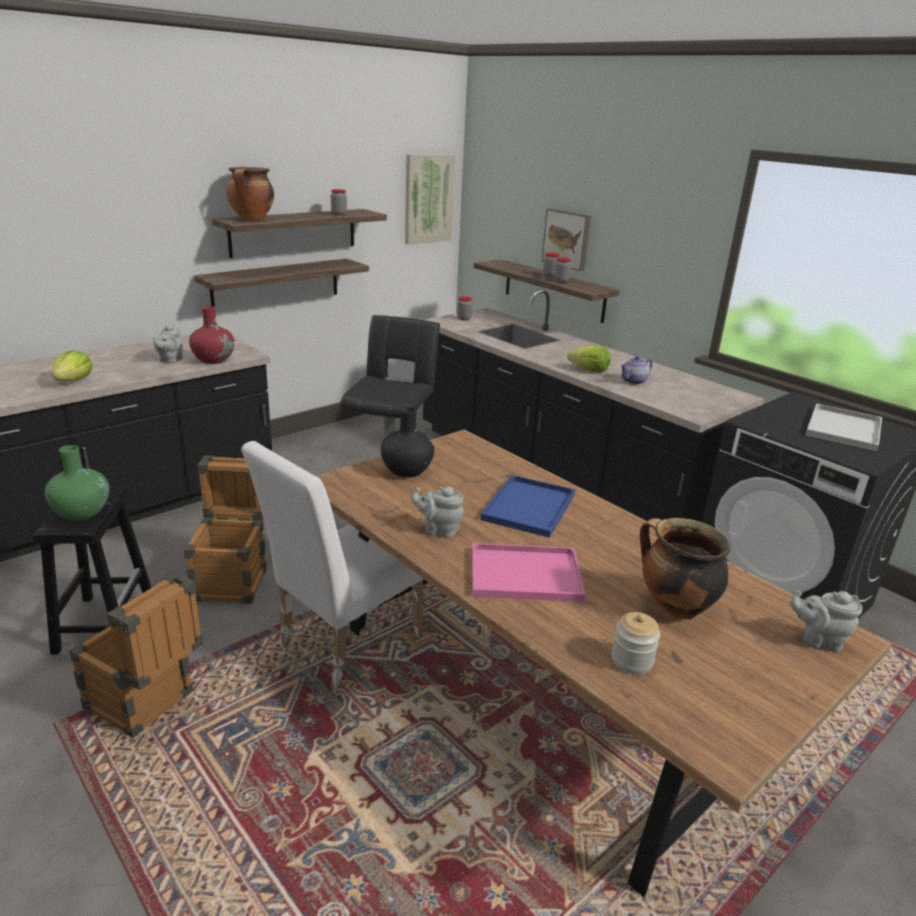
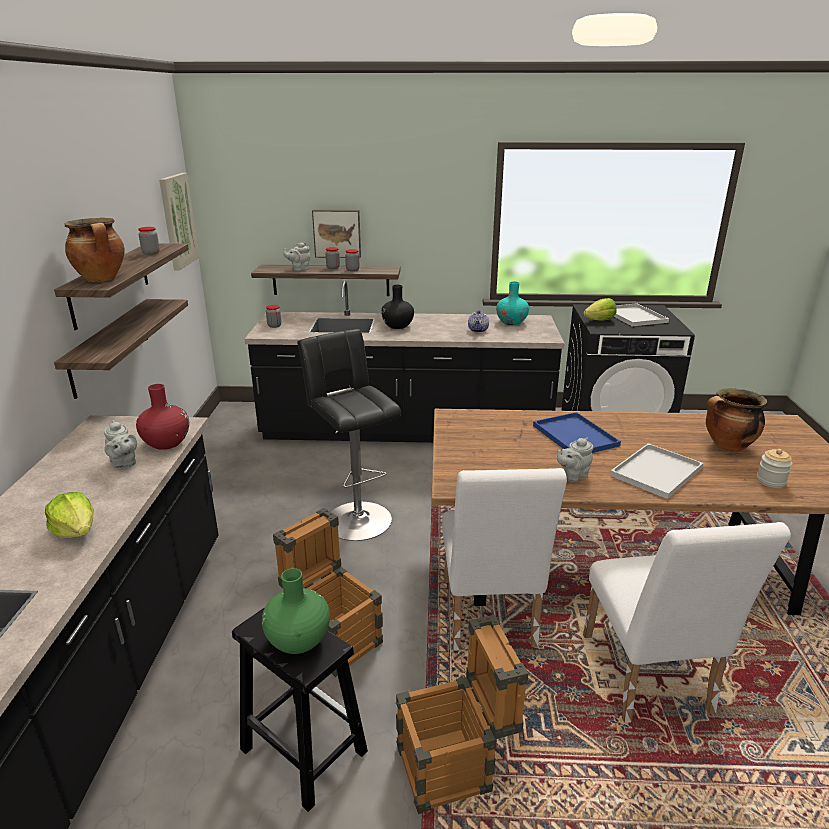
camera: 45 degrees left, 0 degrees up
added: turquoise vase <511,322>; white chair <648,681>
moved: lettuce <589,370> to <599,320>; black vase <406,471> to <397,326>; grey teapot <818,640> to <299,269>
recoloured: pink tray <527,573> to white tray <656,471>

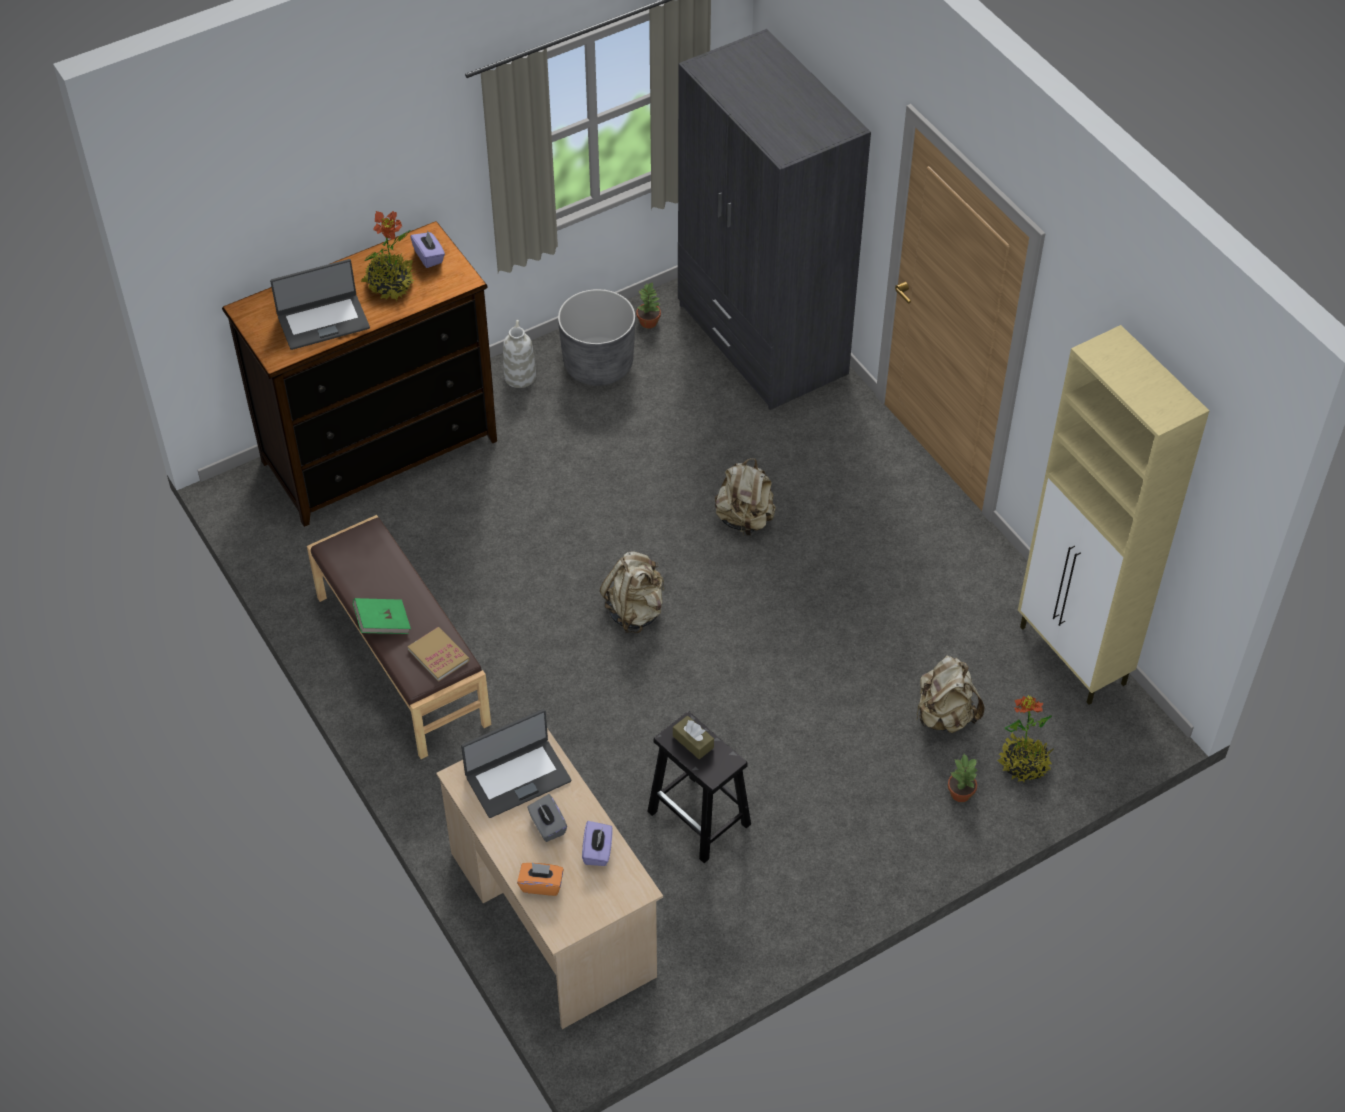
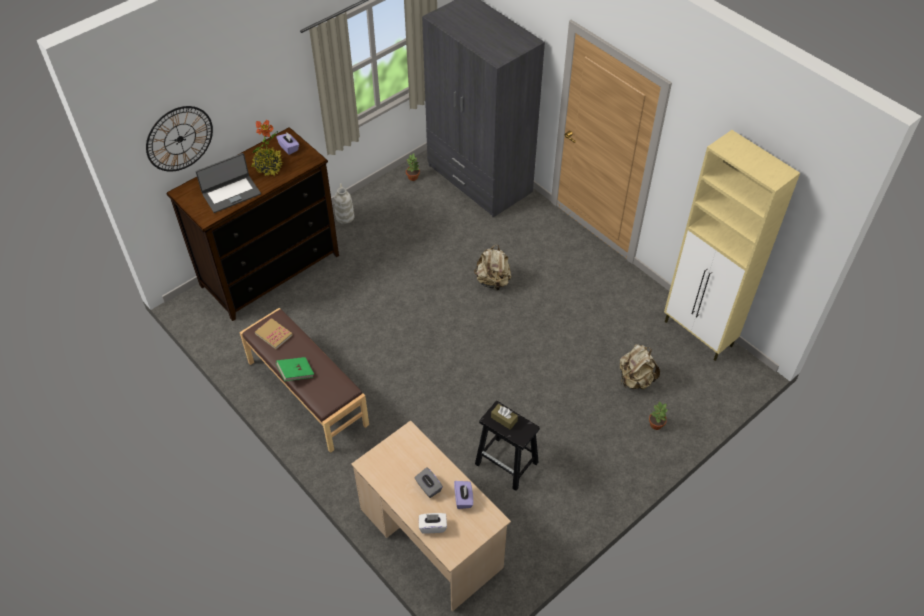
camera: 10 degrees left, 0 degrees up
removed: grey planter <598,364>; beige backpack <635,611>; potted plant <1024,763>; laptop <517,778>
added: wall clock <179,139>
moved: book <438,655> to <274,334>
recoloured: orange tissue box <541,885> to white tissue box <433,526>

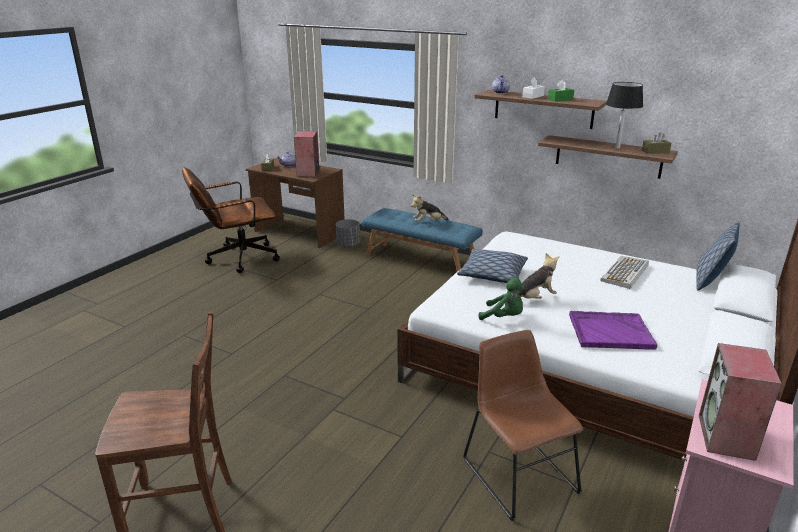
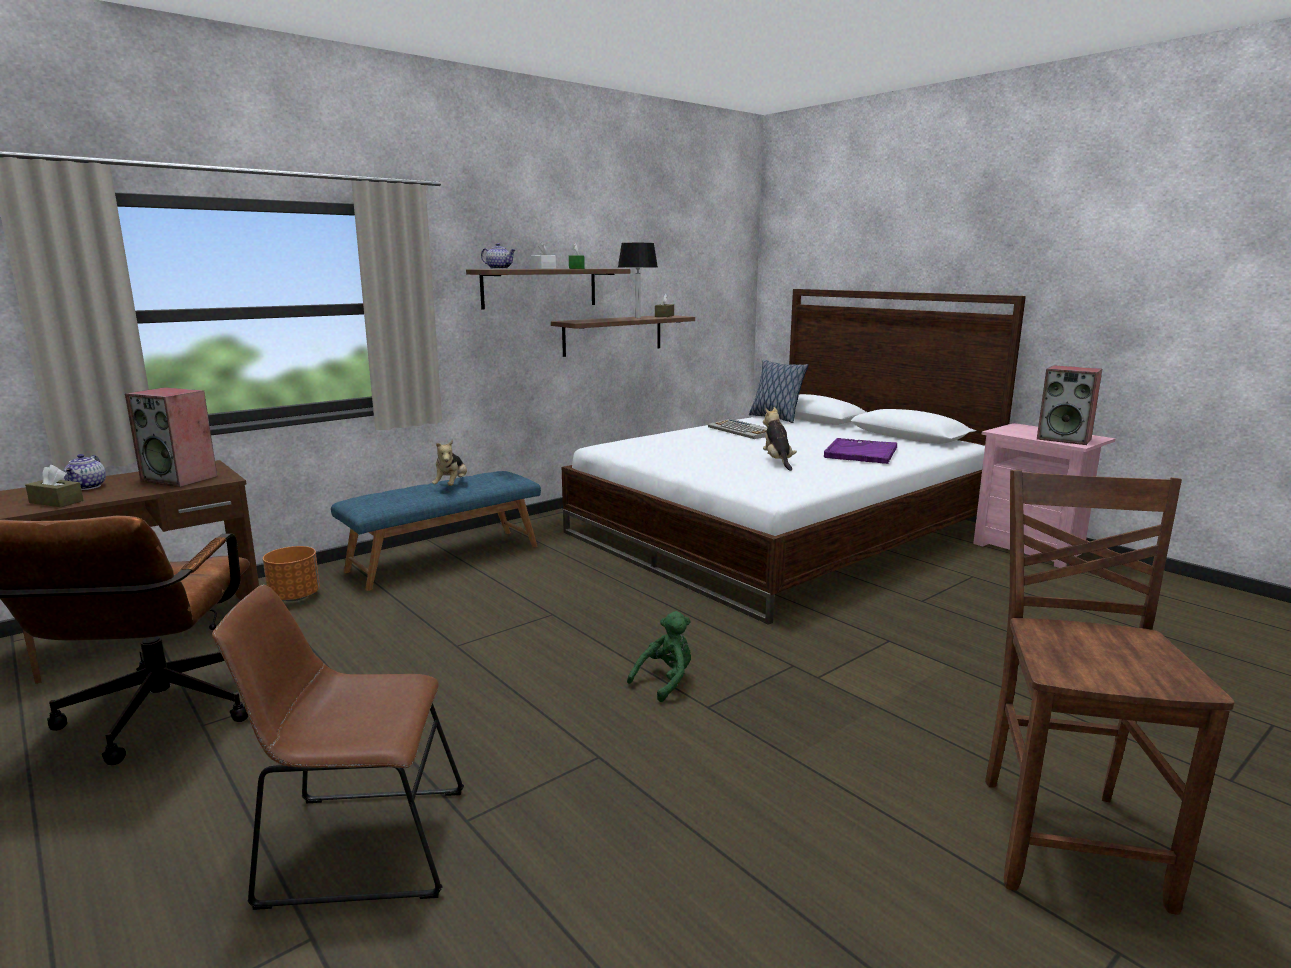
camera: 70 degrees left, 10 degrees down
removed: pillow <492,274>
moved: green plush toy <504,317> to <665,681>; brown chair <516,472> to <356,845>
recoloured: grey planter <348,244> to orange planter <294,597>

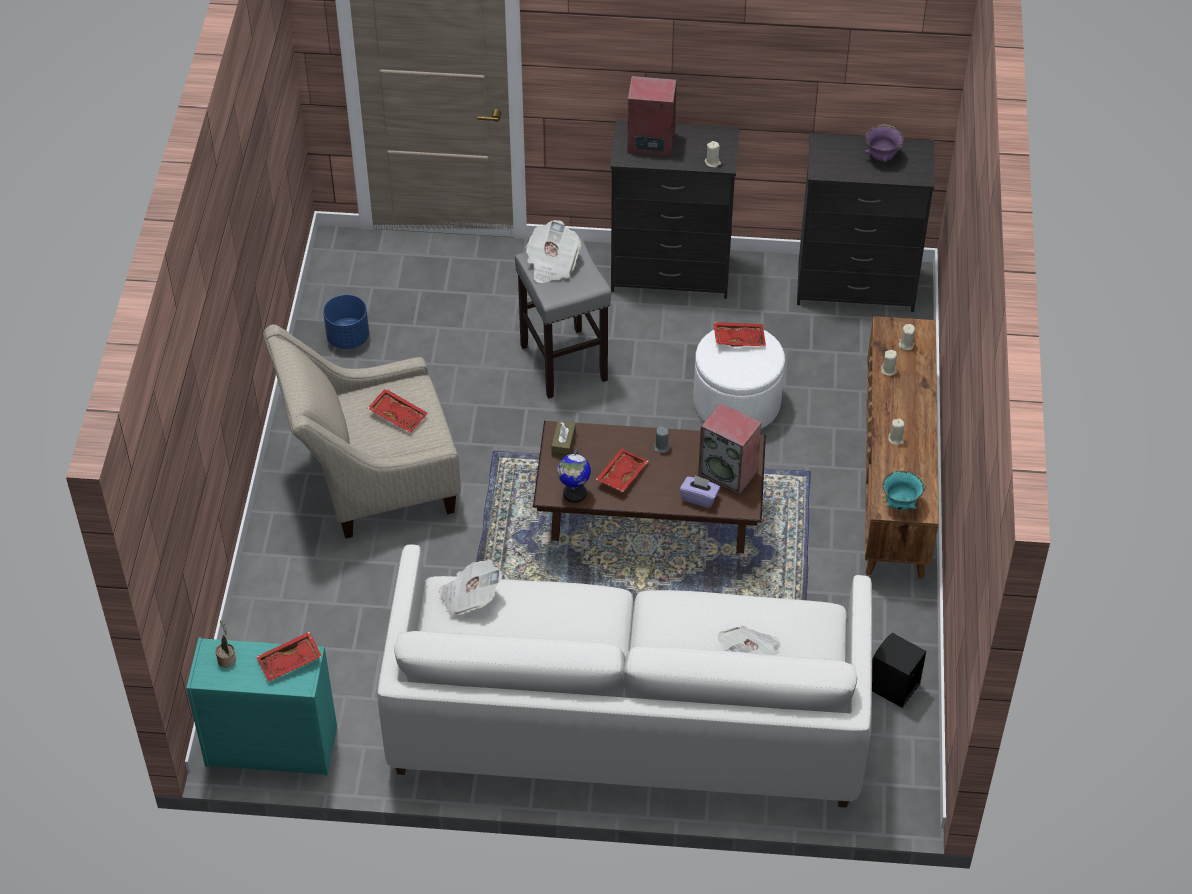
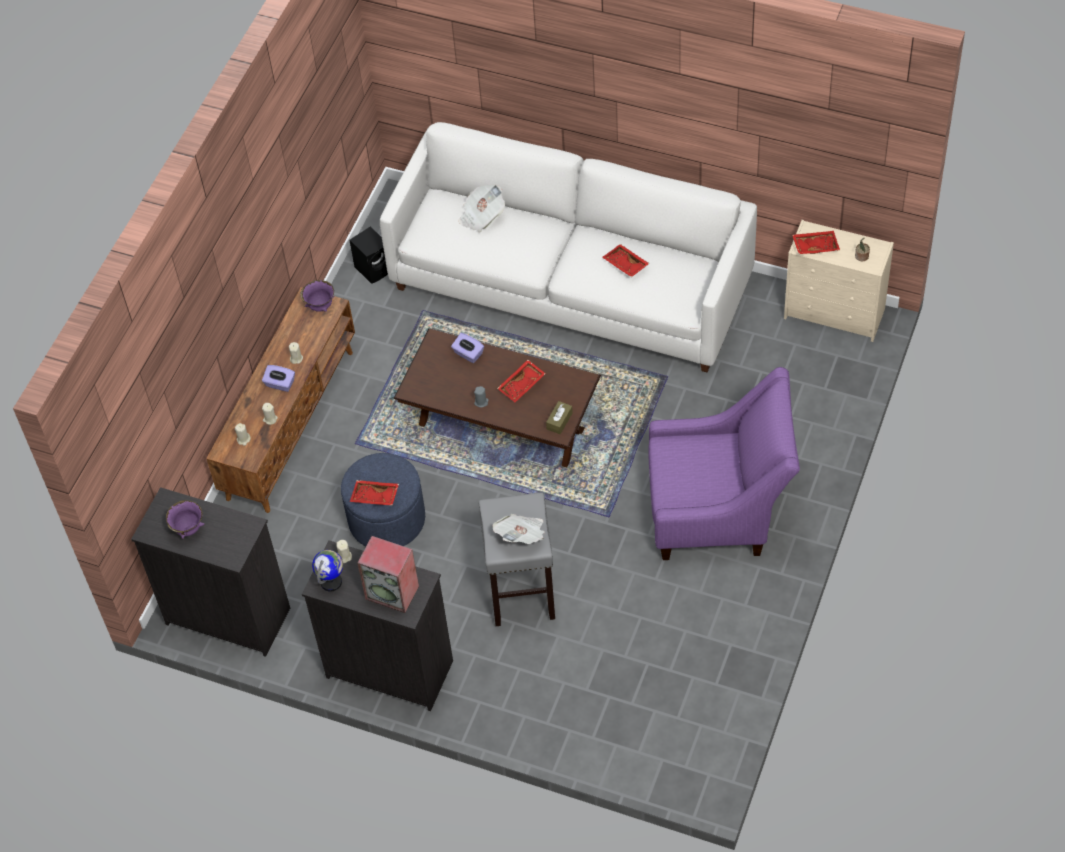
camera: 160 degrees left, 5 degrees up
removed: blue planter <348,337>; speaker <728,473>; newspaper <470,597>
added: purple tissue box <280,384>
moved: red tray <398,415> to <625,265>; globe <574,493> to <331,582>
recoloured: beige armchair <371,481> to purple armchair <719,511>; white ottoman <737,403> to blue ottoman <387,519>; turquoise bowl <901,504> to purple bowl <320,306>; turquoise dresser <269,746> to beige dresser <835,314>

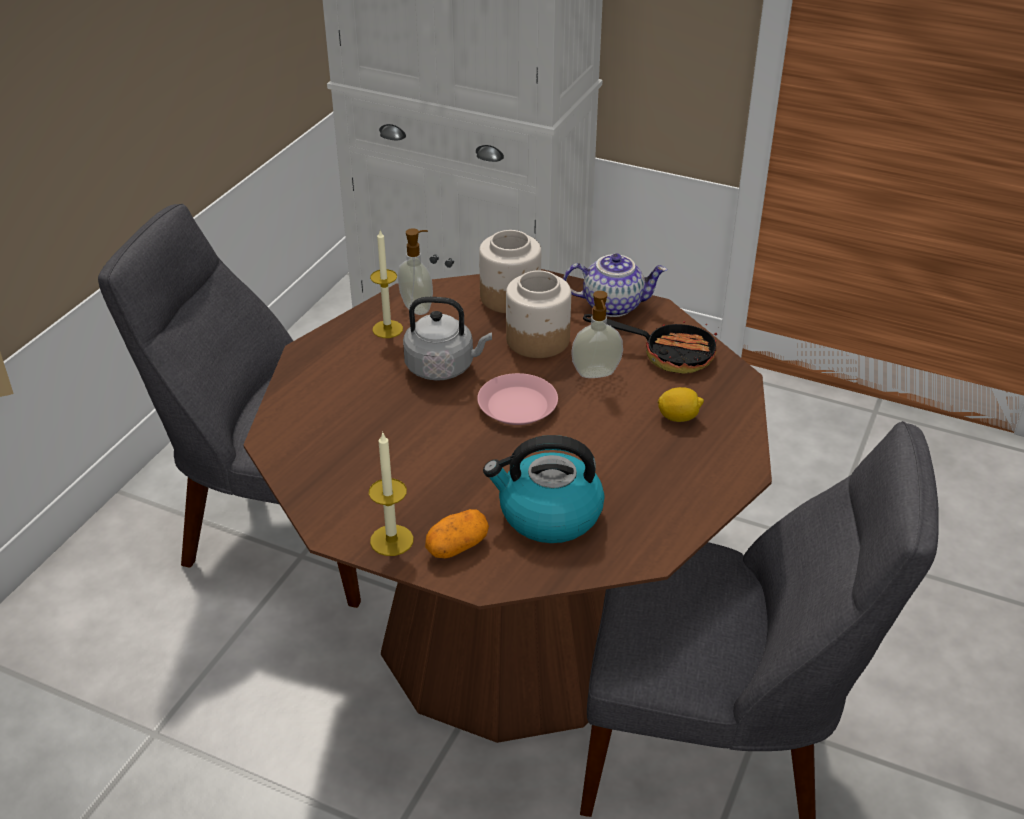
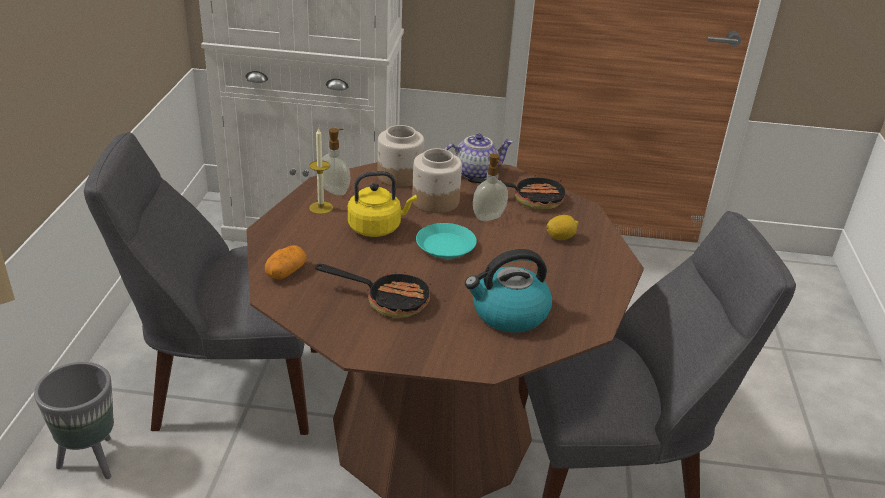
camera: 20 degrees left, 5 degrees down
removed: candle <391,540>
added: frying pan <388,300>; grey planter <91,460>
moved: potato <457,546> to <285,272>
recoloured: grey kettle <443,367> to yellow kettle <377,228>; pink plate <517,405> to turquoise plate <445,245>

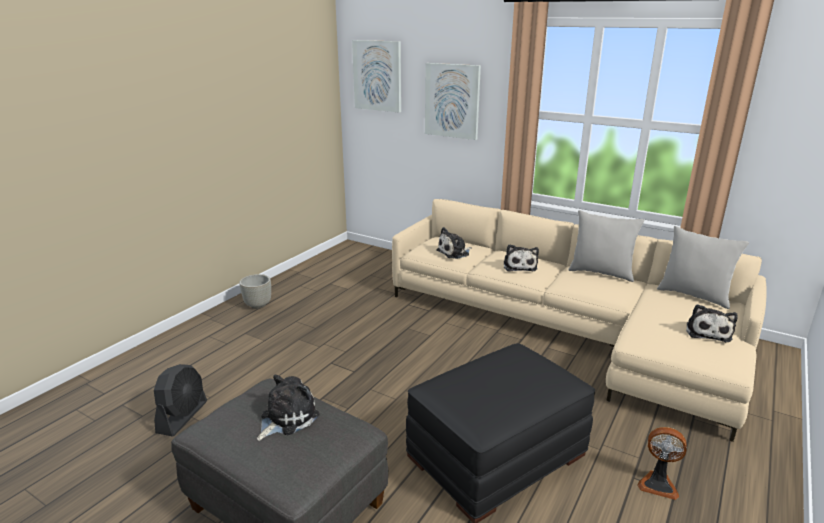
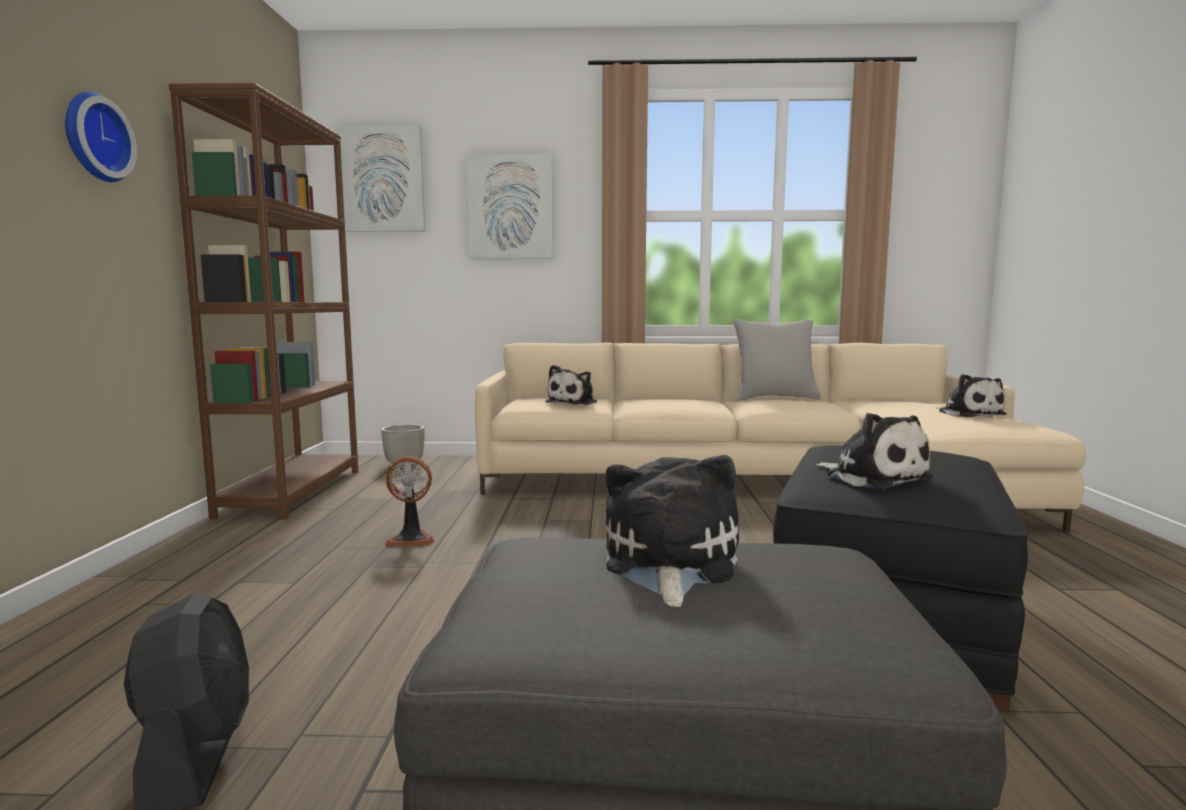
camera: 30 degrees left, 15 degrees down
removed: grey pillow <694,295>
added: brown bookcase <293,492>; wall clock <93,137>
moved: plush toy <519,266> to <873,477>; grey planter <258,305> to <404,465>; fan <658,484> to <411,539>

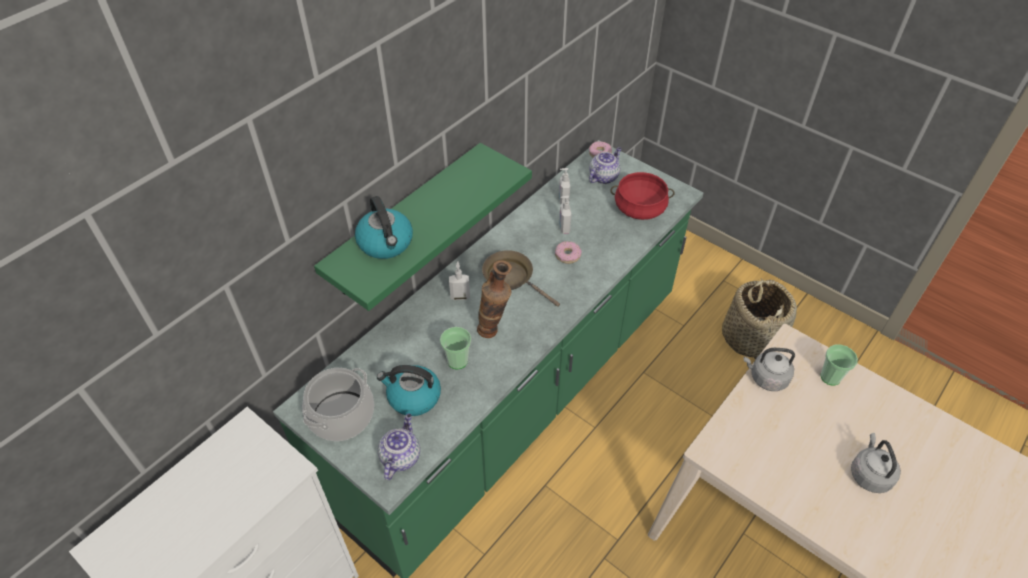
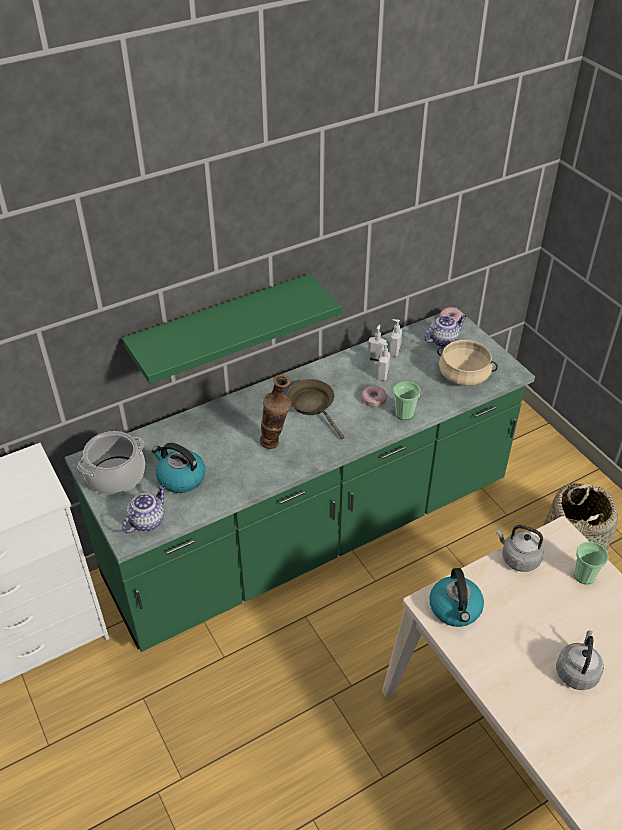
camera: 20 degrees right, 5 degrees down
moved: kettle <386,243> to <455,609>; soap dispenser <460,296> to <376,359>; cup <457,361> to <404,414>
recoloured: red cooking pot <640,208> to beige cooking pot <464,375>

